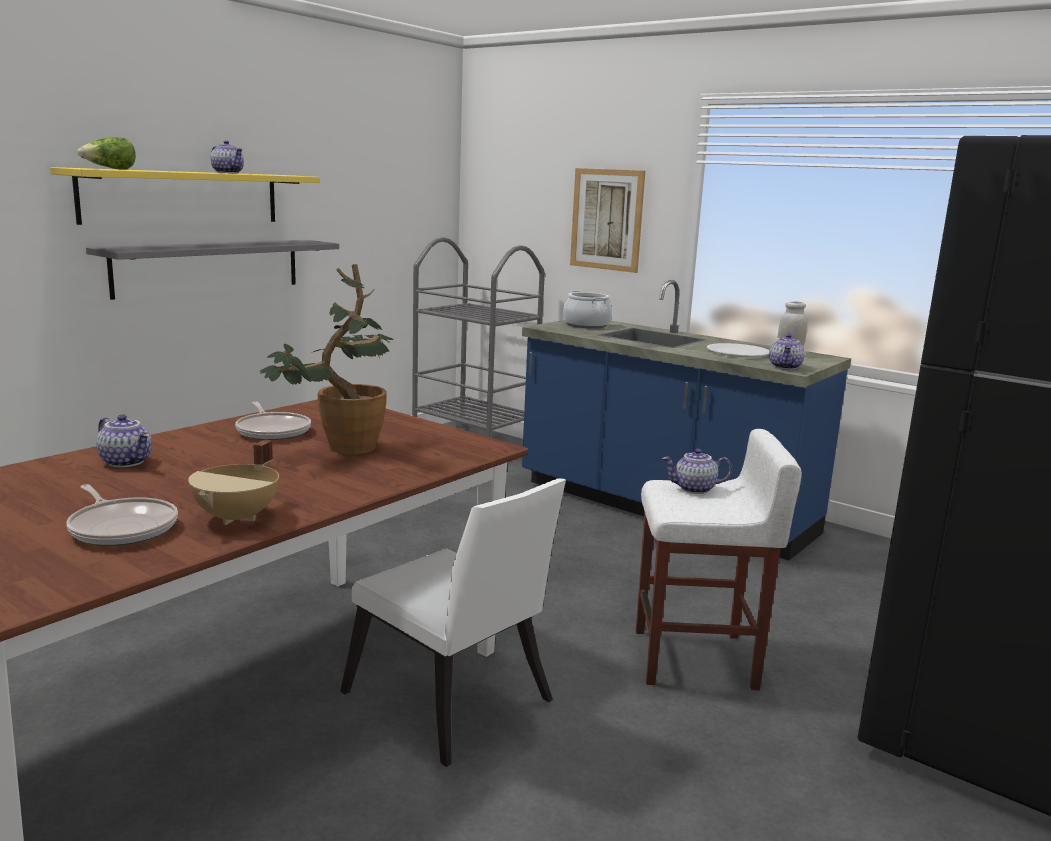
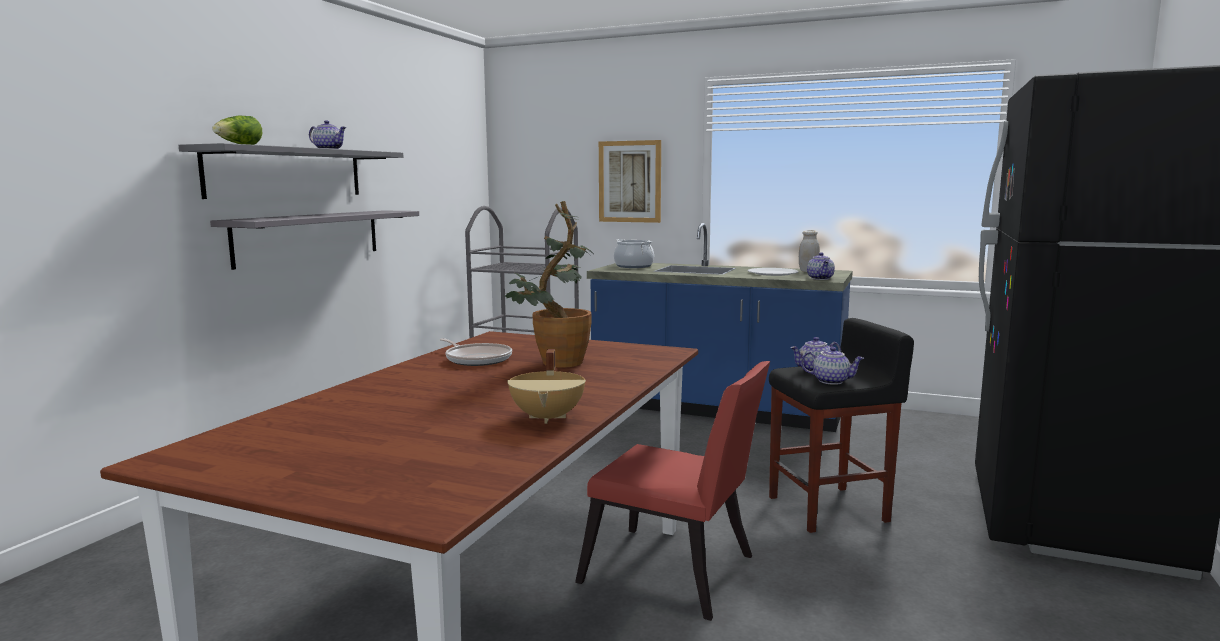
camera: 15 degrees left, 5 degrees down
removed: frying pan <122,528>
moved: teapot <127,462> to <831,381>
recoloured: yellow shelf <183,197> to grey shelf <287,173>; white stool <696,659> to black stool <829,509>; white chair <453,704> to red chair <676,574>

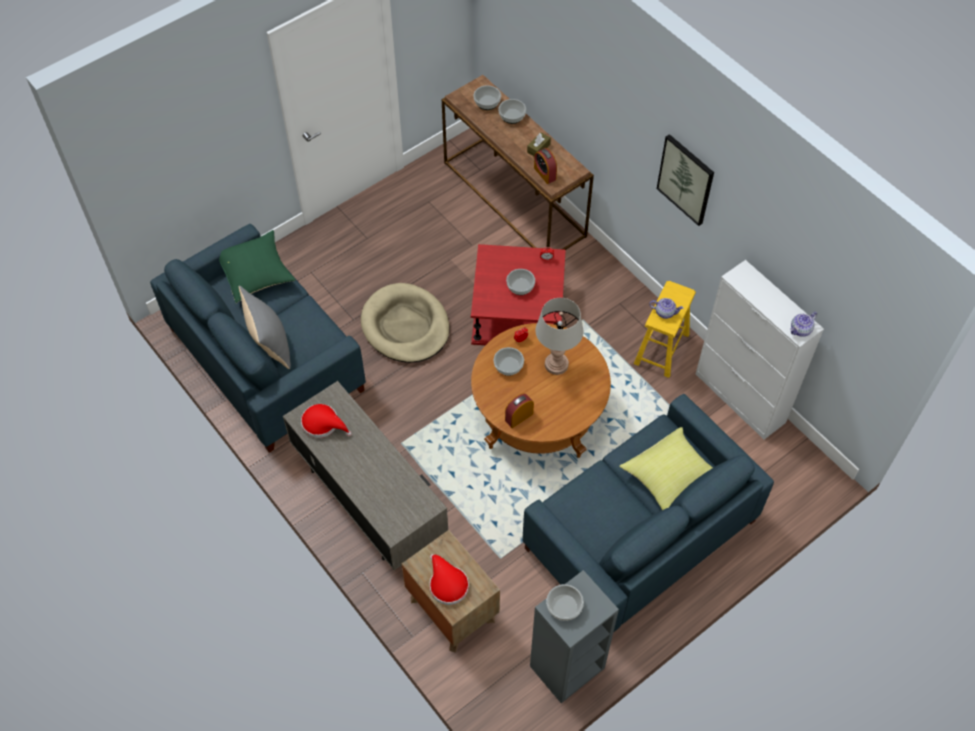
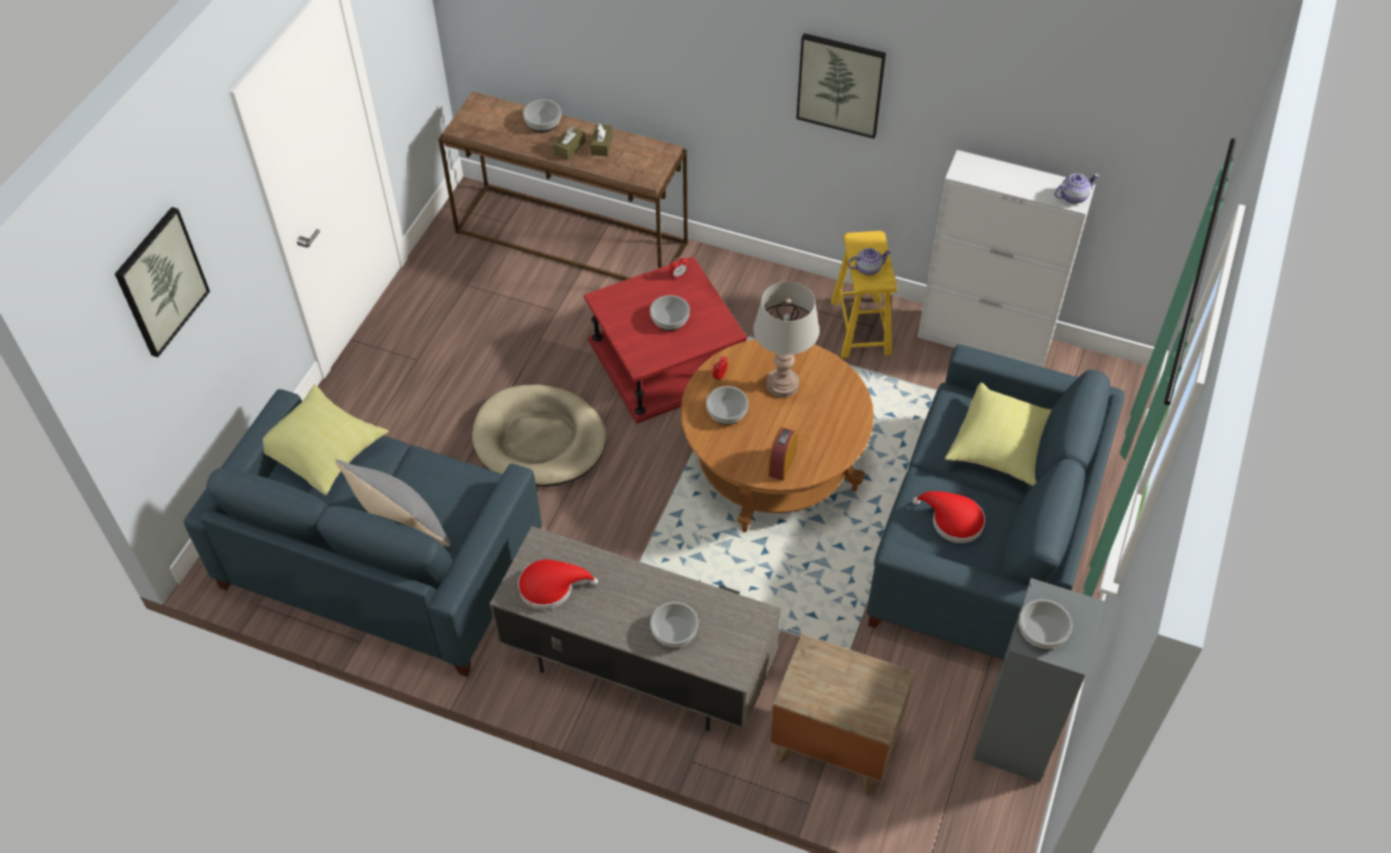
camera: 30 degrees left, 5 degrees down
removed: alarm clock <545,173>
added: brown tissue box <569,148>; picture <161,282>
moved: bowl <487,102> to <675,631>; red hat <447,584> to <953,521>
recoloured: green pillow <257,274> to yellow pillow <324,451>
turned: teapot <800,330> = <1073,196> 135 degrees counterclockwise

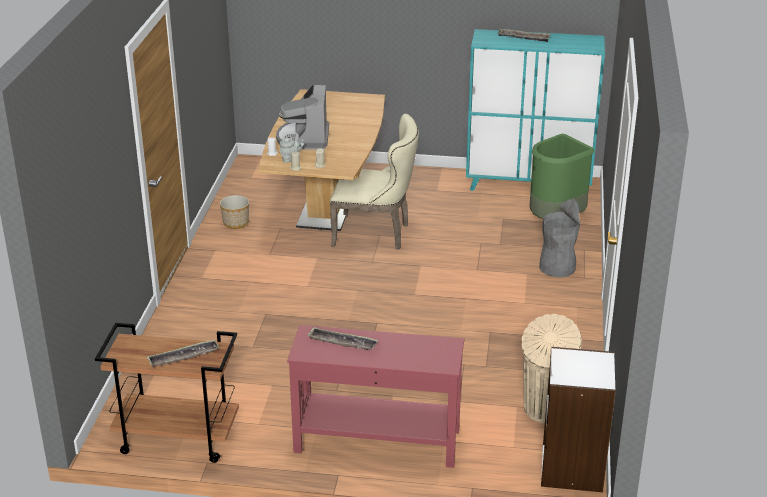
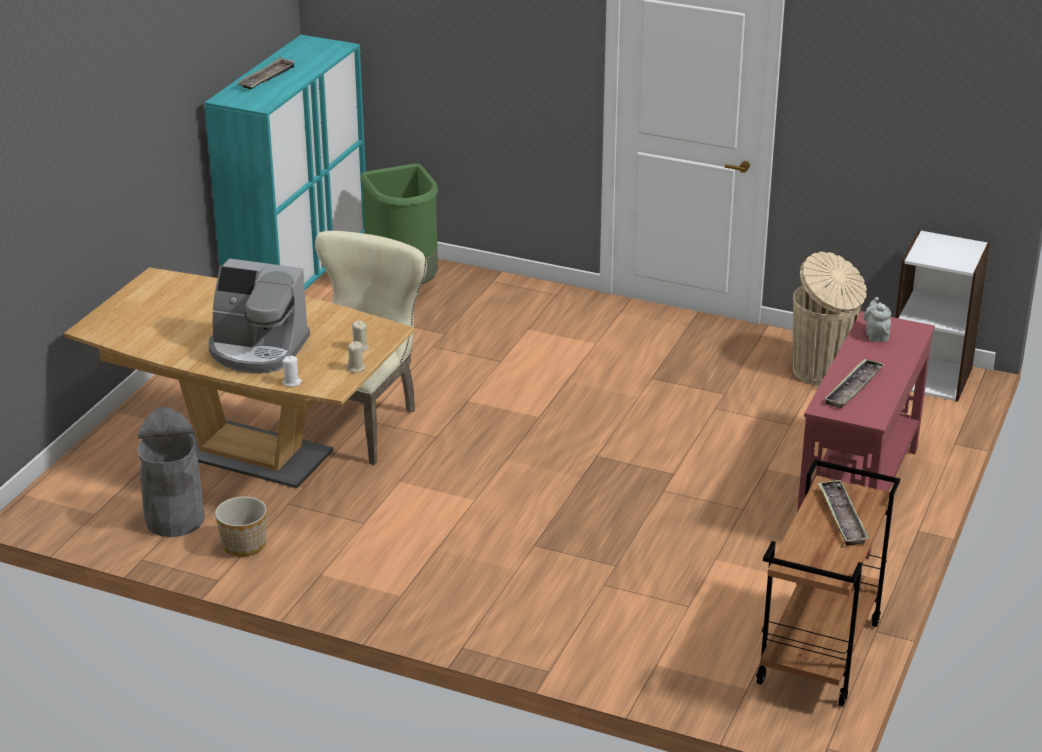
camera: 75 degrees left, 0 degrees up
moved: grey teapot <291,159> to <876,335>; grey trash can <557,267> to <175,520>

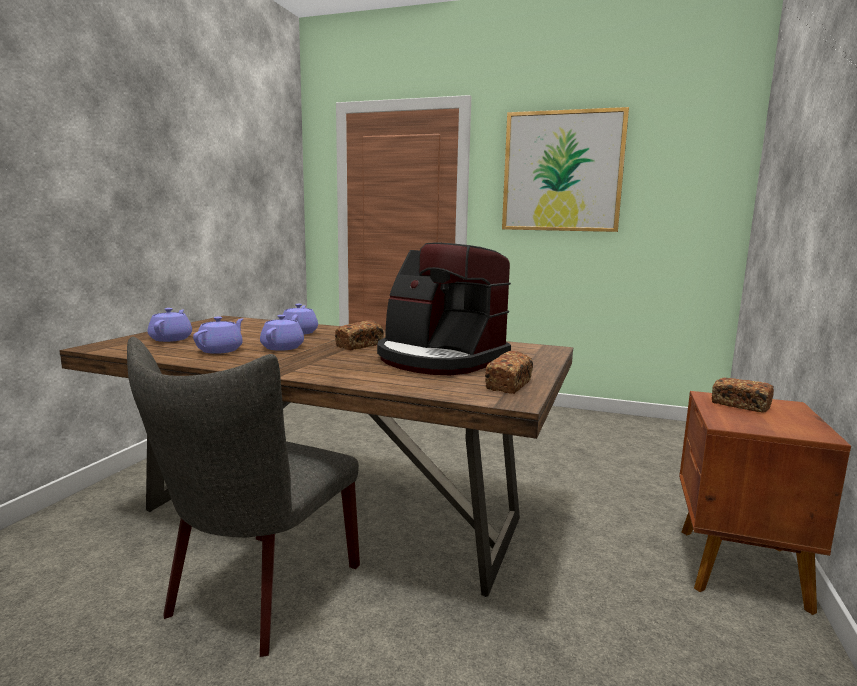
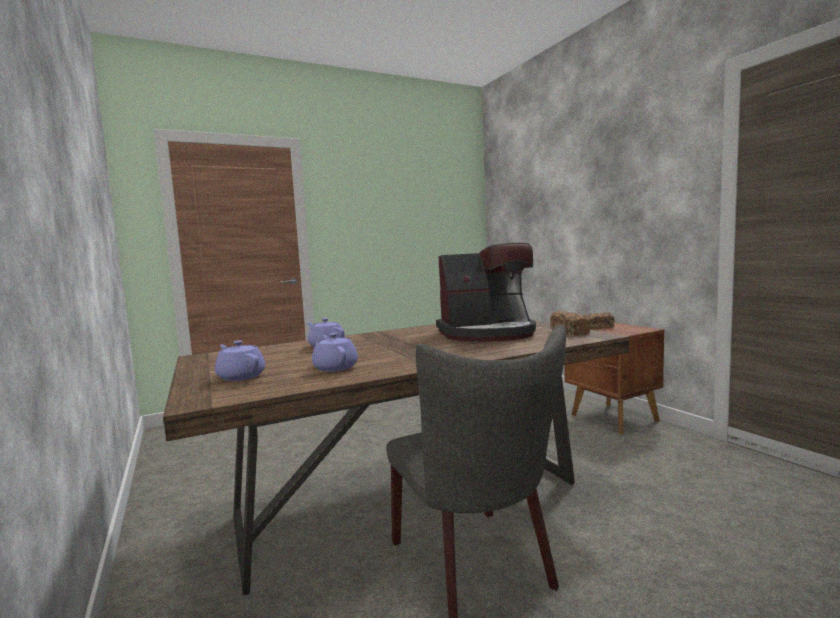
camera: 45 degrees left, 5 degrees down
removed: picture <562,172>; purple teapot <283,347>; bread <359,345>

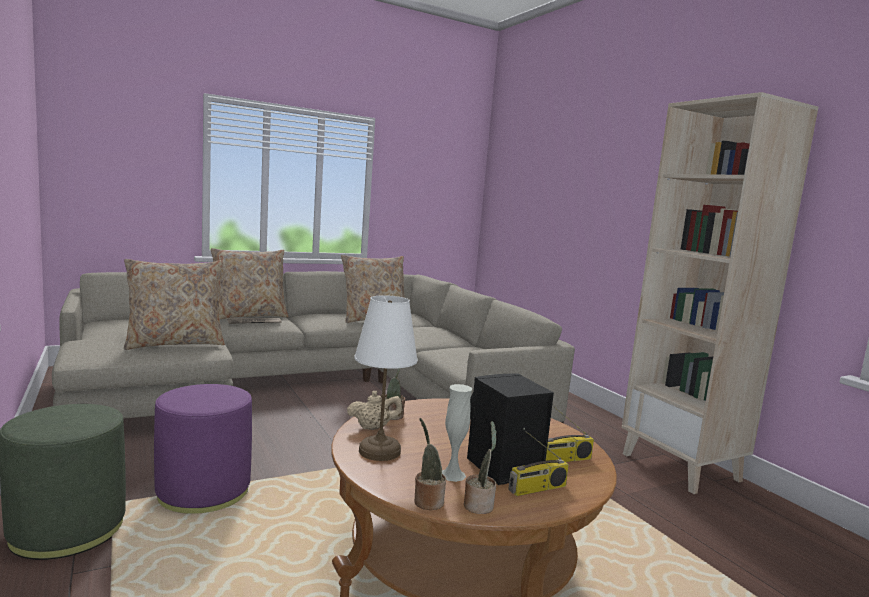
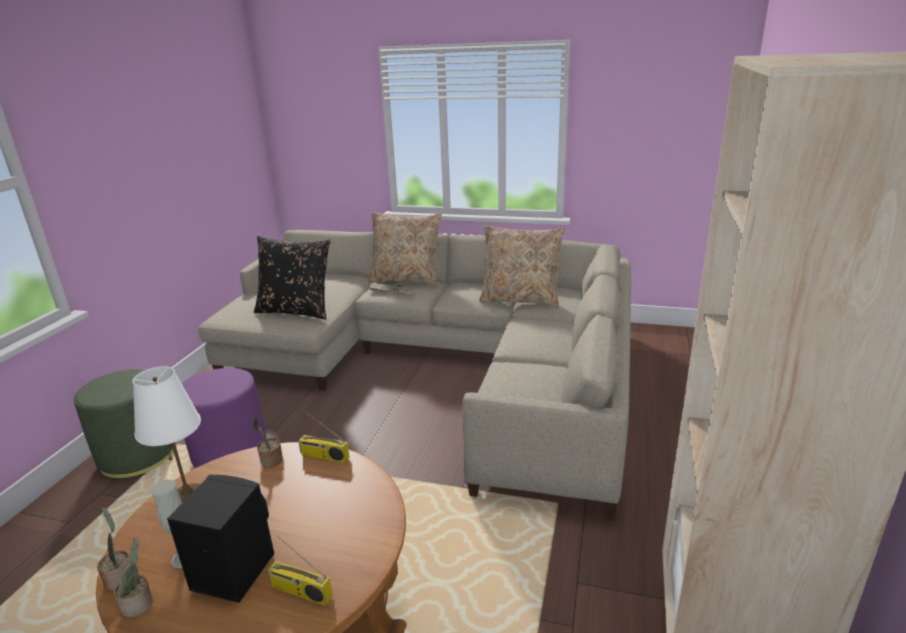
camera: 45 degrees right, 15 degrees up
removed: beige teapot <373,428>
moved: radio <537,489> to <324,456>
recoloured: beige pillow <175,343> to black pillow <296,310>

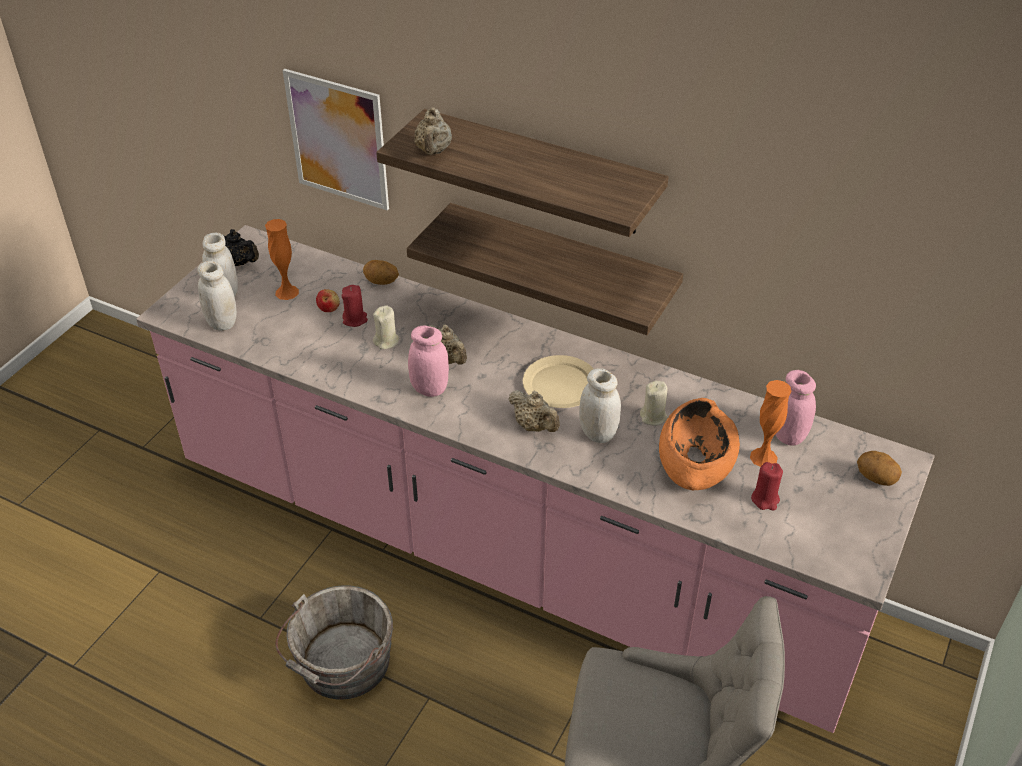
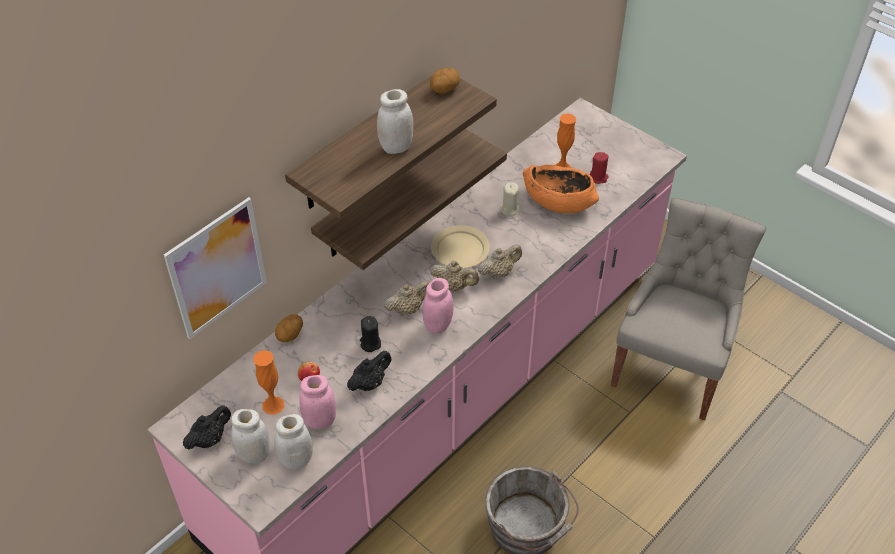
camera: 75 degrees left, 5 degrees up
removed: red candle <355,319>
added: black teapot <370,383>
moved: beige teapot <433,151> to <454,286>; white jar <598,433> to <396,147>; pink jar <787,435> to <320,421>; potato <876,478> to <444,89>
recoloured: beige candle <386,341> to black candle <370,343>

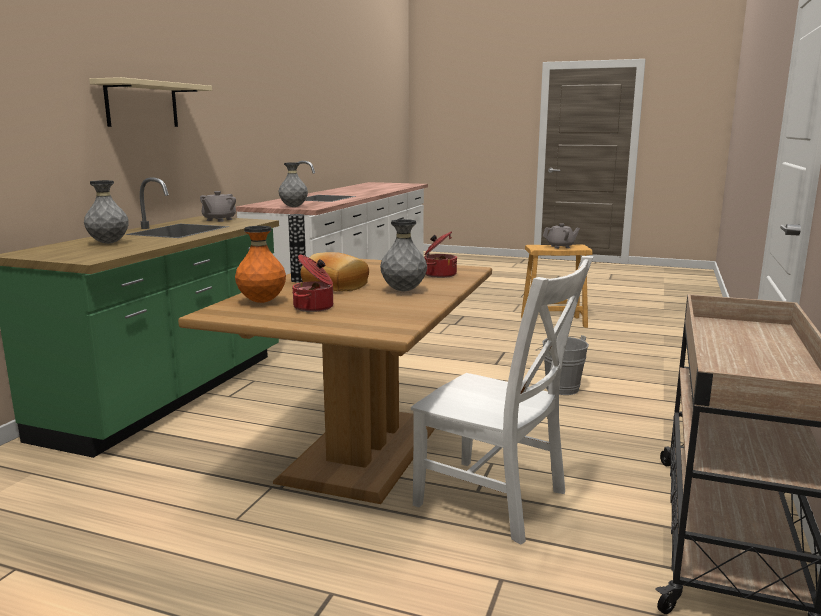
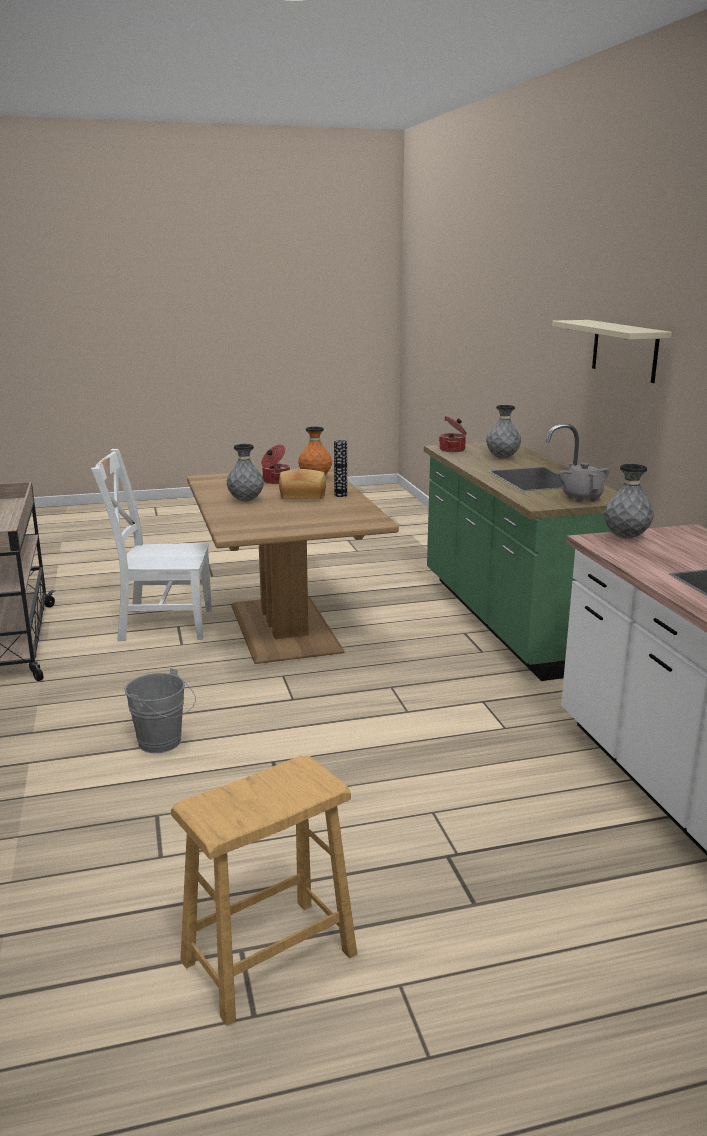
camera: 145 degrees right, 5 degrees up
removed: grey teapot <560,247>
moved: cooking pot <439,274> to <453,450>

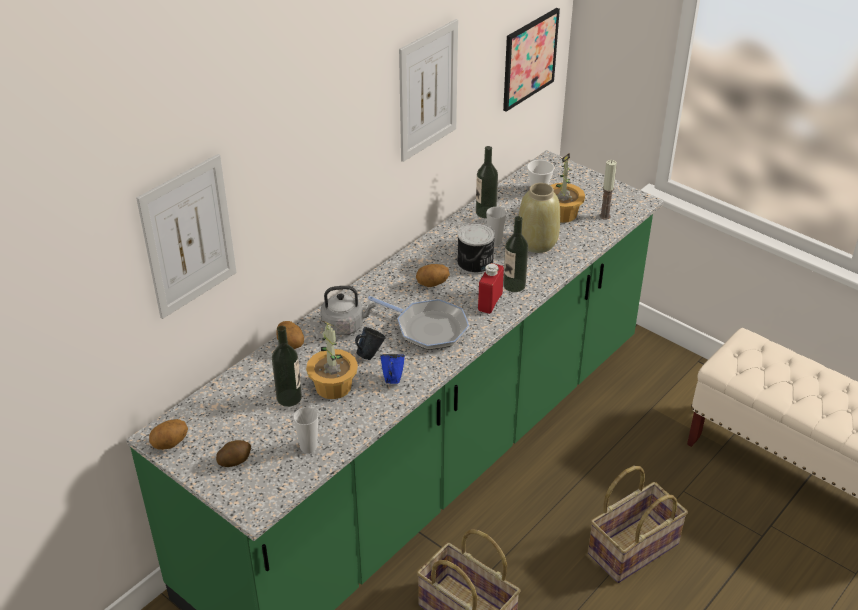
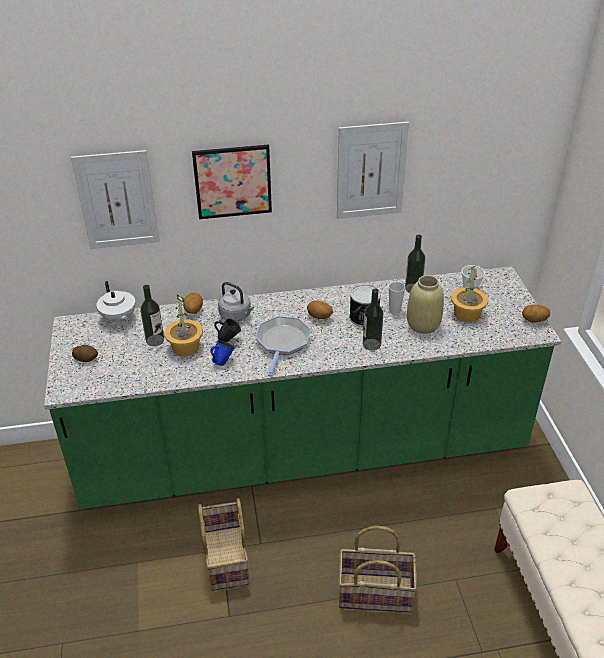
camera: 40 degrees right, 0 degrees up
removed: candle <604,216>; red bottle <490,302>; cup <308,447>
added: white teapot <118,318>
moved: picture <529,59> to <232,181>; potato <170,444> to <534,321>
turned: frying pan <428,328> = <282,343> 150 degrees counterclockwise

